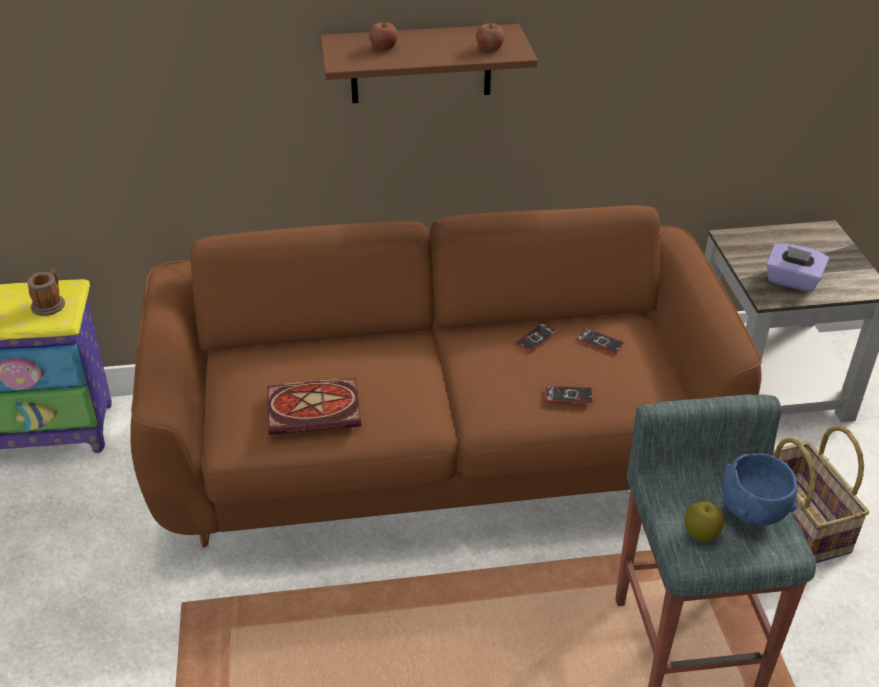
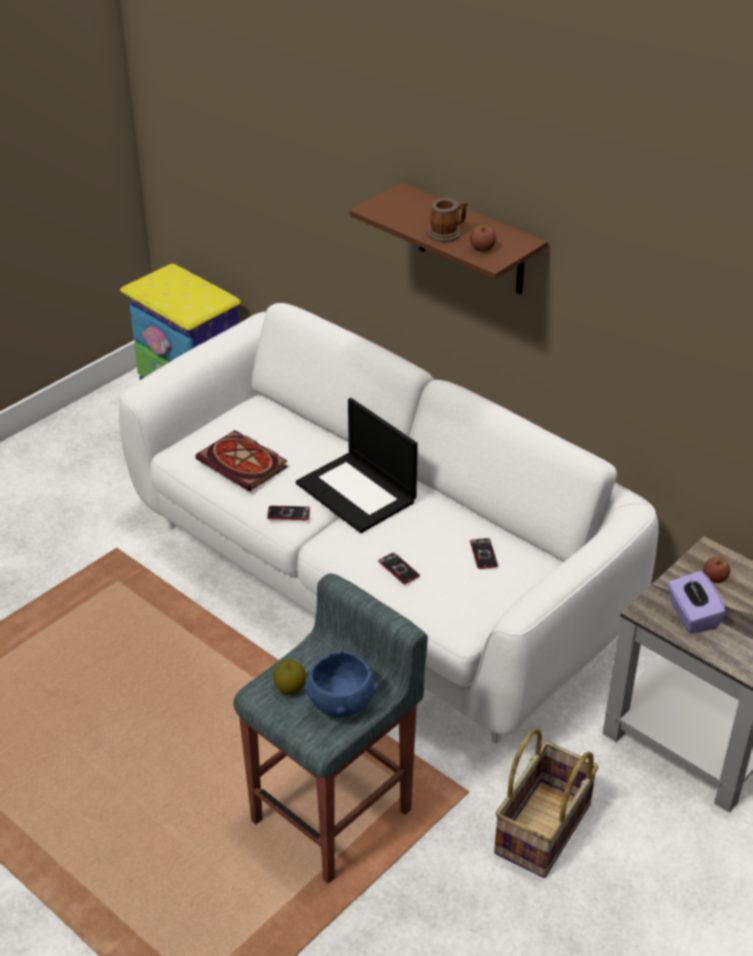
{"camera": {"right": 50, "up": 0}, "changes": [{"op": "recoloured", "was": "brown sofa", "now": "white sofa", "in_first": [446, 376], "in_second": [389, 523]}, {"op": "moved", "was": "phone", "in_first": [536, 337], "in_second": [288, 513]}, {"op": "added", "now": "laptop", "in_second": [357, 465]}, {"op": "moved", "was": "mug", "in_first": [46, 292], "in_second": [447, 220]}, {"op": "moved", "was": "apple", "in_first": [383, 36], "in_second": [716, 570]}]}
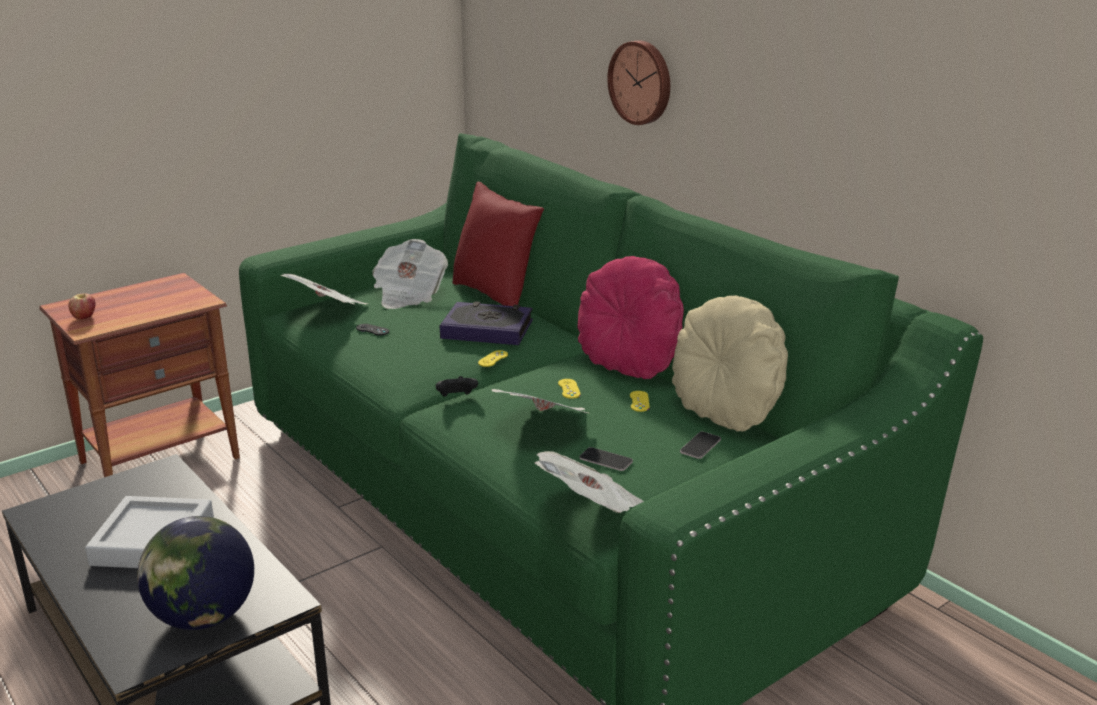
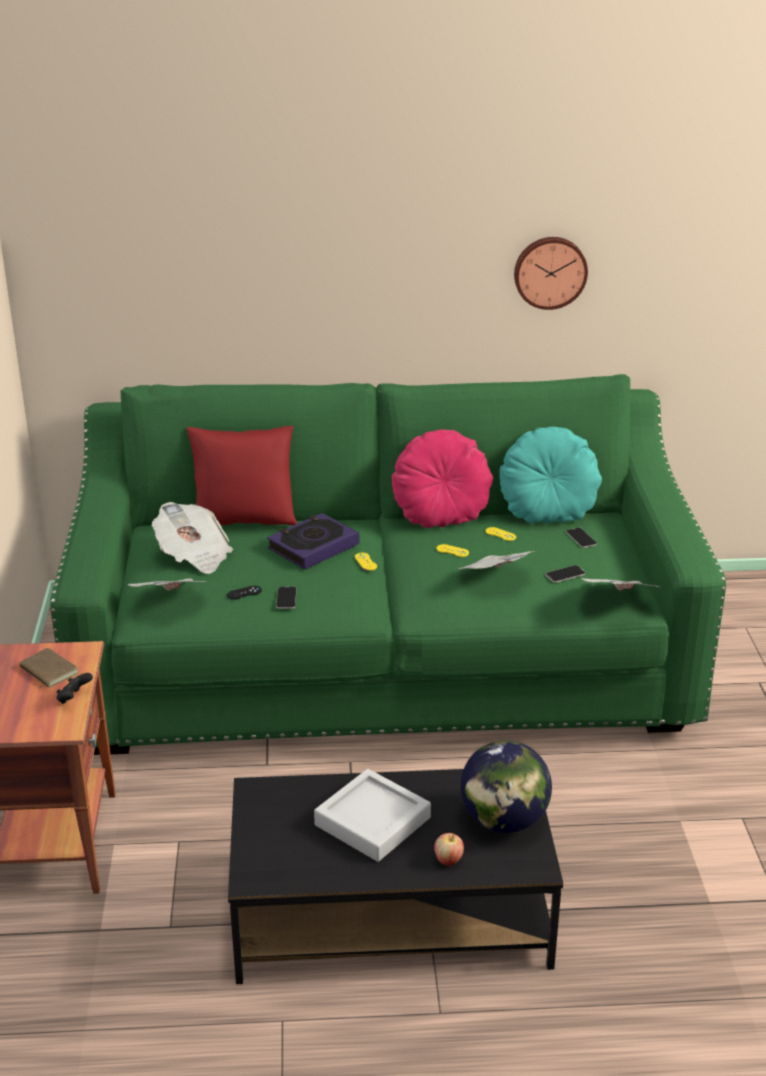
{"camera": {"right": -55, "up": 5}, "changes": [{"op": "added", "now": "brown book", "in_second": [48, 668]}, {"op": "moved", "was": "black game controller", "in_first": [457, 386], "in_second": [74, 688]}, {"op": "added", "now": "phone", "in_second": [286, 598]}, {"op": "moved", "was": "apple", "in_first": [81, 306], "in_second": [449, 849]}, {"op": "recoloured", "was": "beige pillow", "now": "turquoise pillow", "in_first": [730, 363], "in_second": [550, 475]}, {"op": "moved", "was": "wall clock", "in_first": [638, 83], "in_second": [551, 273]}]}
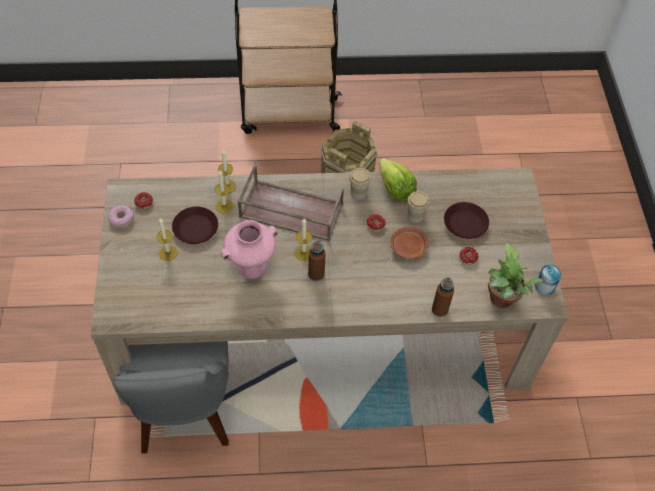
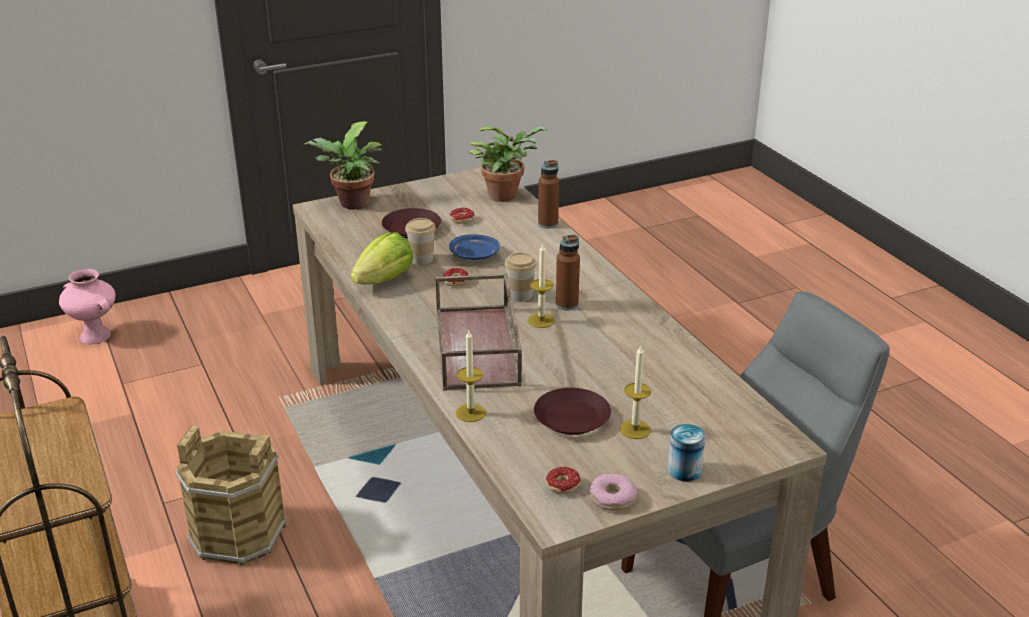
{"camera": {"right": -110, "up": -25}, "changes": [{"op": "moved", "was": "pink vase", "in_first": [249, 249], "in_second": [87, 306]}, {"op": "added", "now": "potted plant", "in_second": [343, 165]}, {"op": "recoloured", "was": "brown plate", "now": "blue plate", "in_first": [409, 243], "in_second": [474, 247]}, {"op": "moved", "was": "cup", "in_first": [360, 183], "in_second": [520, 277]}, {"op": "moved", "was": "can", "in_first": [548, 279], "in_second": [687, 453]}, {"op": "removed", "was": "candle", "in_first": [224, 192]}]}
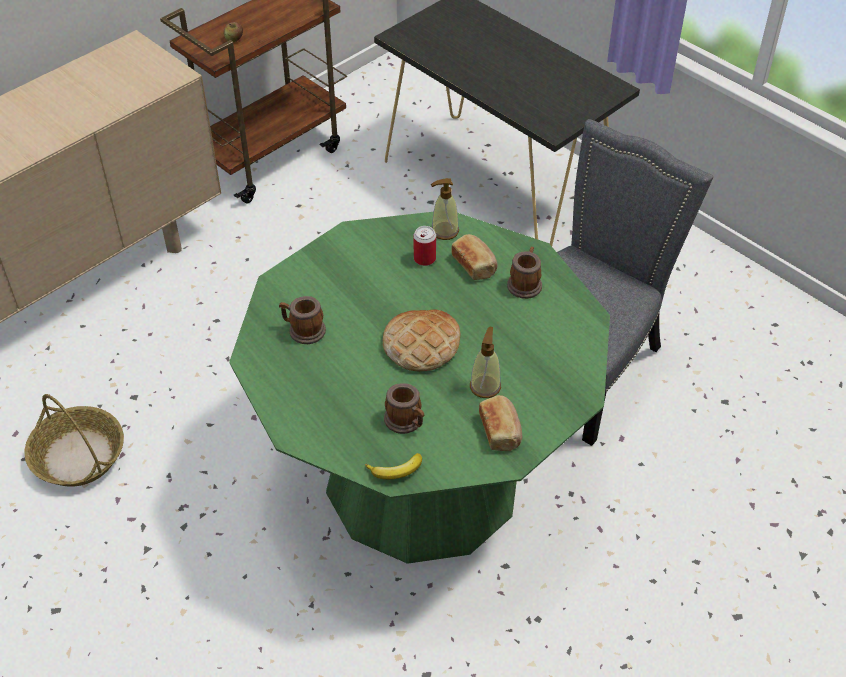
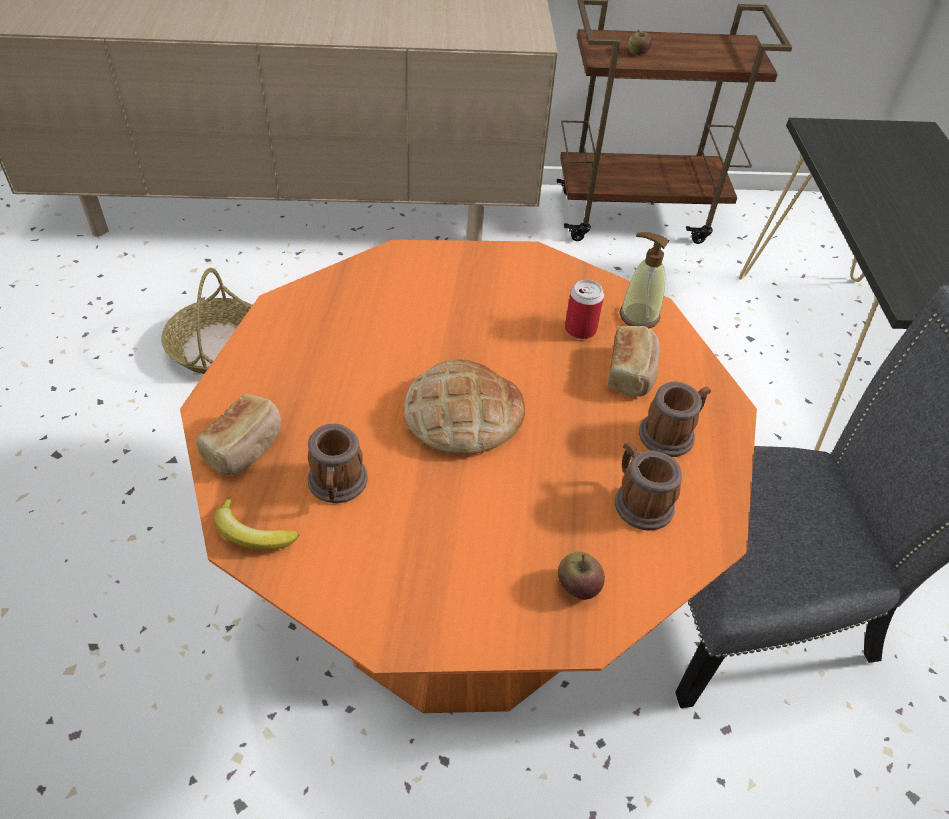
{"camera": {"right": 40, "up": 0}, "changes": [{"op": "recoloured", "was": "green dining table", "now": "orange dining table", "in_first": [419, 388], "in_second": [468, 476]}, {"op": "moved", "was": "bread", "in_first": [500, 423], "in_second": [238, 434]}, {"op": "added", "now": "apple", "in_second": [581, 576]}, {"op": "moved", "was": "mug", "in_first": [302, 320], "in_second": [648, 486]}, {"op": "removed", "was": "soap dispenser", "in_first": [485, 362]}]}
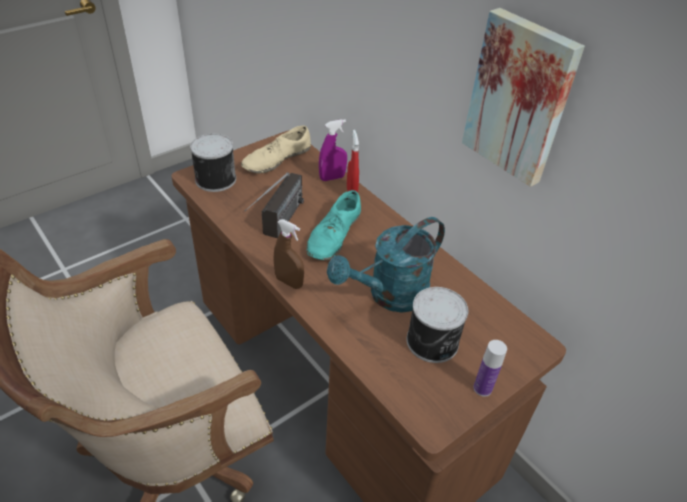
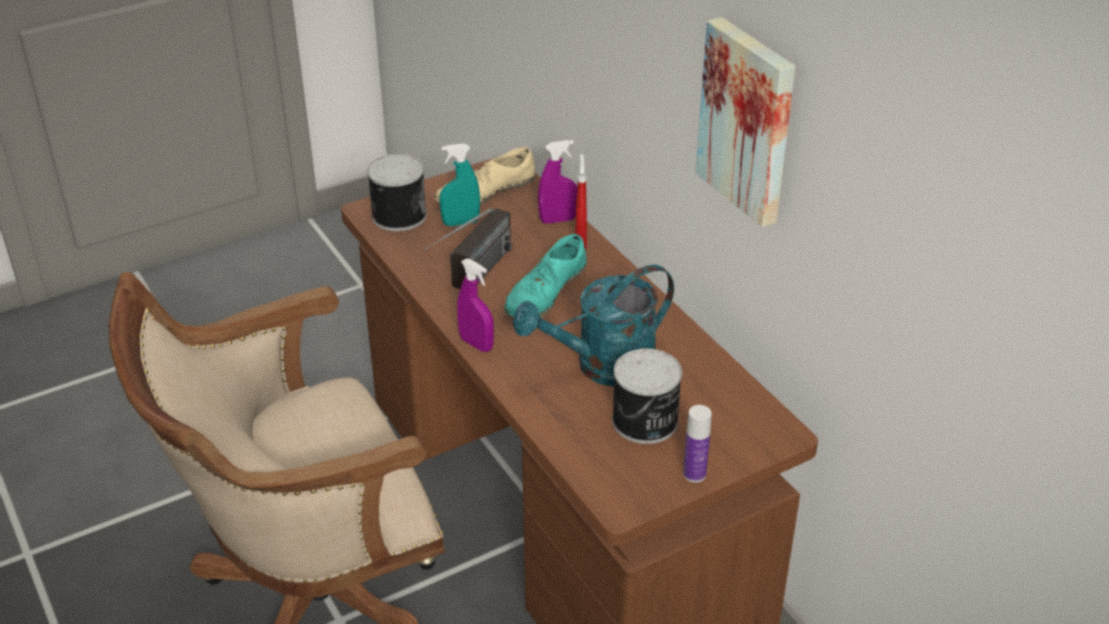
{"camera": {"right": 10, "up": -5}, "changes": [{"op": "added", "now": "turquoise spray bottle", "in_second": [459, 184]}, {"op": "recoloured", "was": "brown spray bottle", "now": "purple spray bottle", "in_first": [289, 254], "in_second": [475, 305]}]}
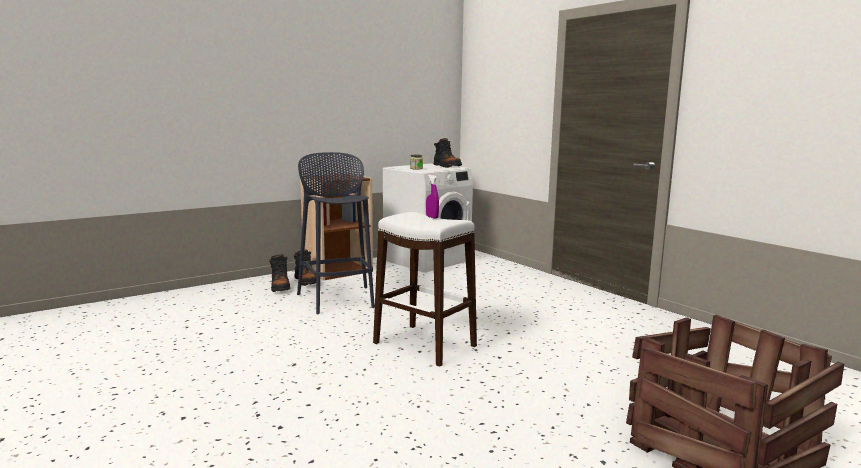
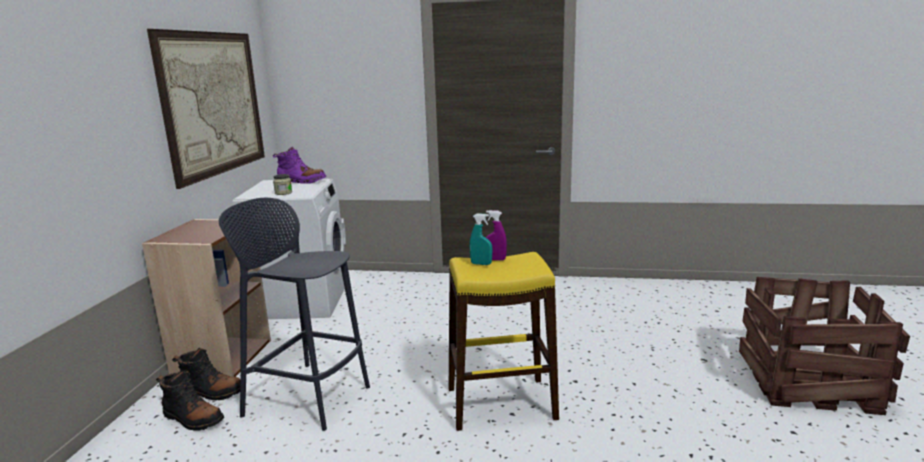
{"camera": {"right": -45, "up": 5}, "changes": [{"op": "added", "now": "picture", "in_second": [206, 109]}, {"op": "recoloured", "was": "black boot", "now": "purple boot", "in_first": [448, 153], "in_second": [300, 165]}, {"op": "recoloured", "was": "white stool", "now": "yellow stool", "in_first": [425, 289], "in_second": [504, 341]}, {"op": "added", "now": "turquoise spray bottle", "in_second": [481, 239]}]}
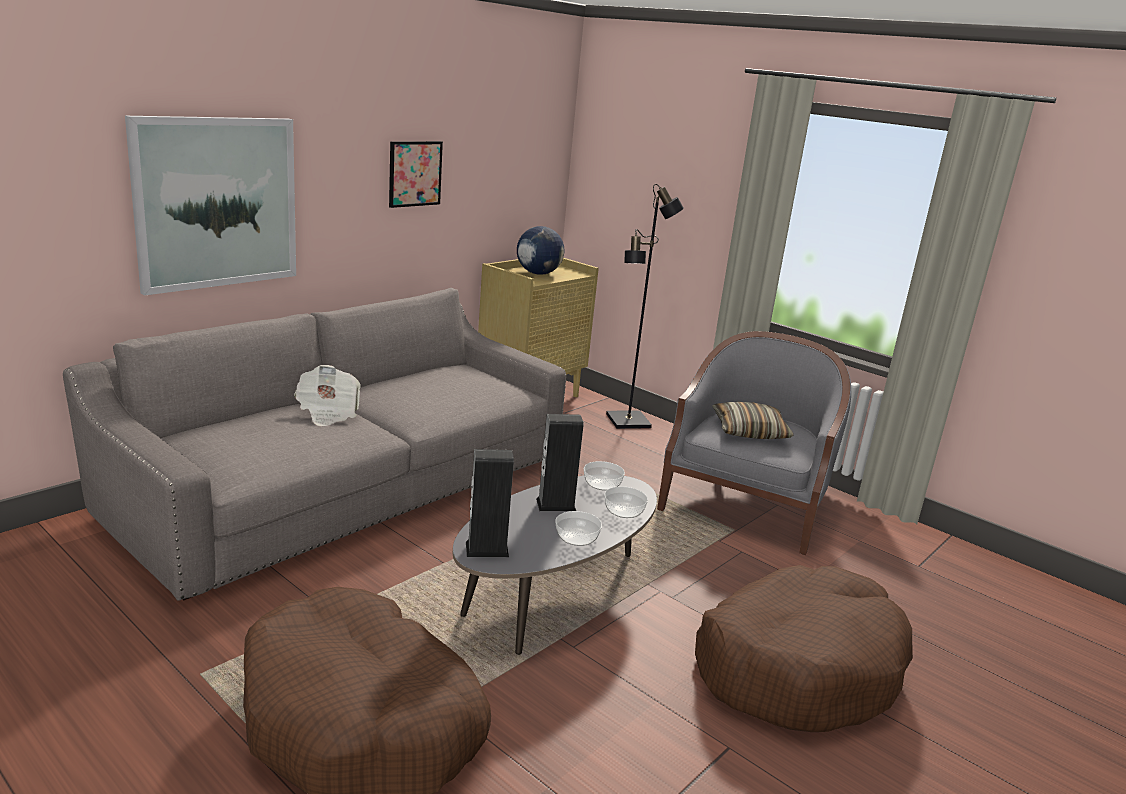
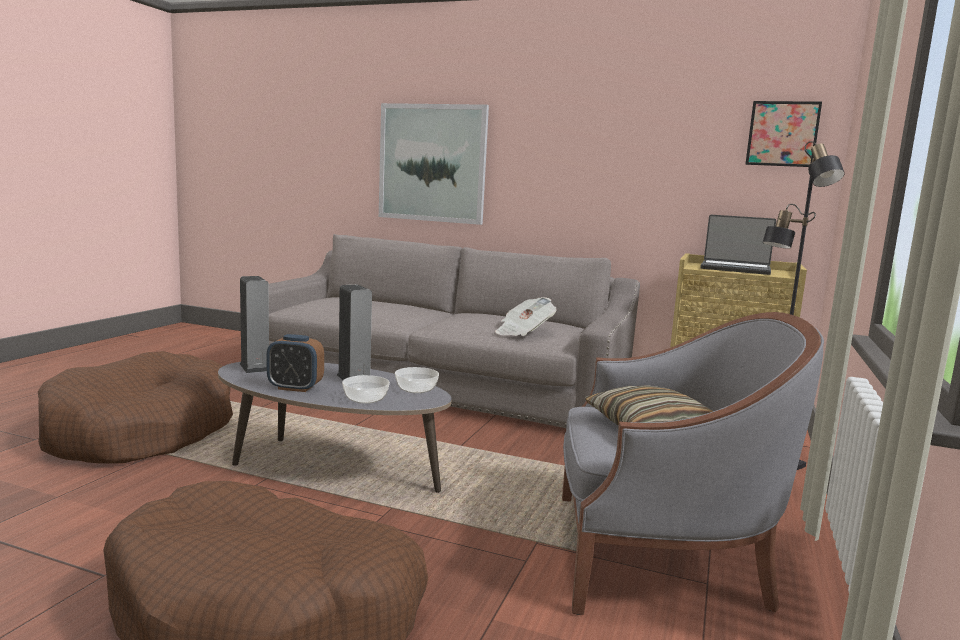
{"camera": {"right": 70, "up": -10}, "changes": [{"op": "replaced", "was": "bowl", "now": "alarm clock", "in_first": [578, 528], "in_second": [295, 363]}, {"op": "moved", "was": "newspaper", "in_first": [327, 395], "in_second": [526, 316]}, {"op": "replaced", "was": "globe", "now": "laptop", "in_first": [540, 250], "in_second": [738, 245]}, {"op": "moved", "was": "picture", "in_first": [416, 174], "in_second": [783, 134]}]}
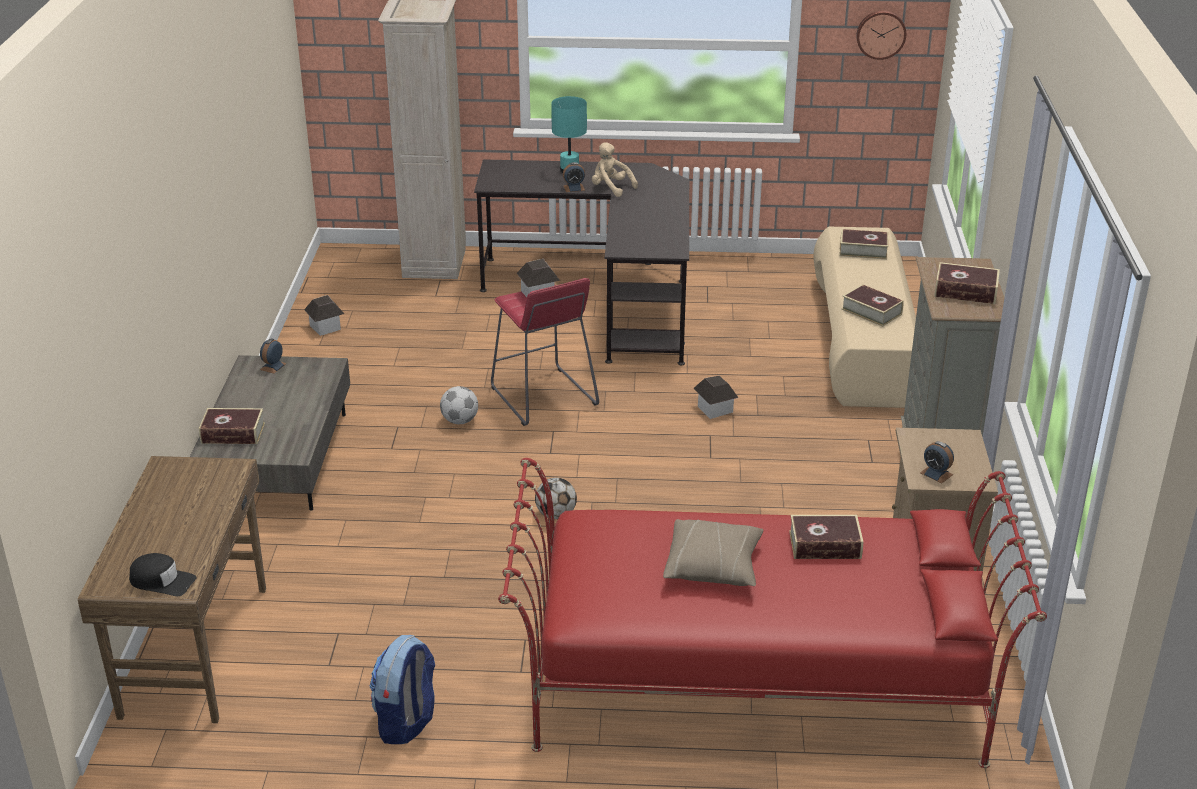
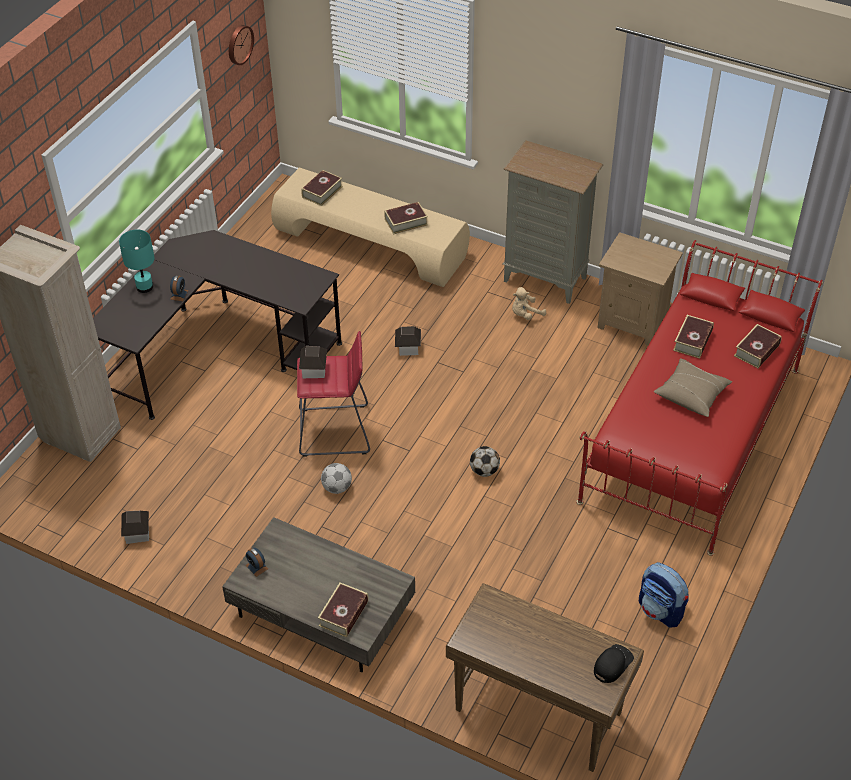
{"camera": {"right": -65, "up": 15}, "changes": [{"op": "moved", "was": "beige plush toy", "in_first": [615, 169], "in_second": [529, 303]}, {"op": "moved", "was": "book", "in_first": [967, 283], "in_second": [758, 346]}, {"op": "removed", "was": "alarm clock", "in_first": [937, 462]}]}
